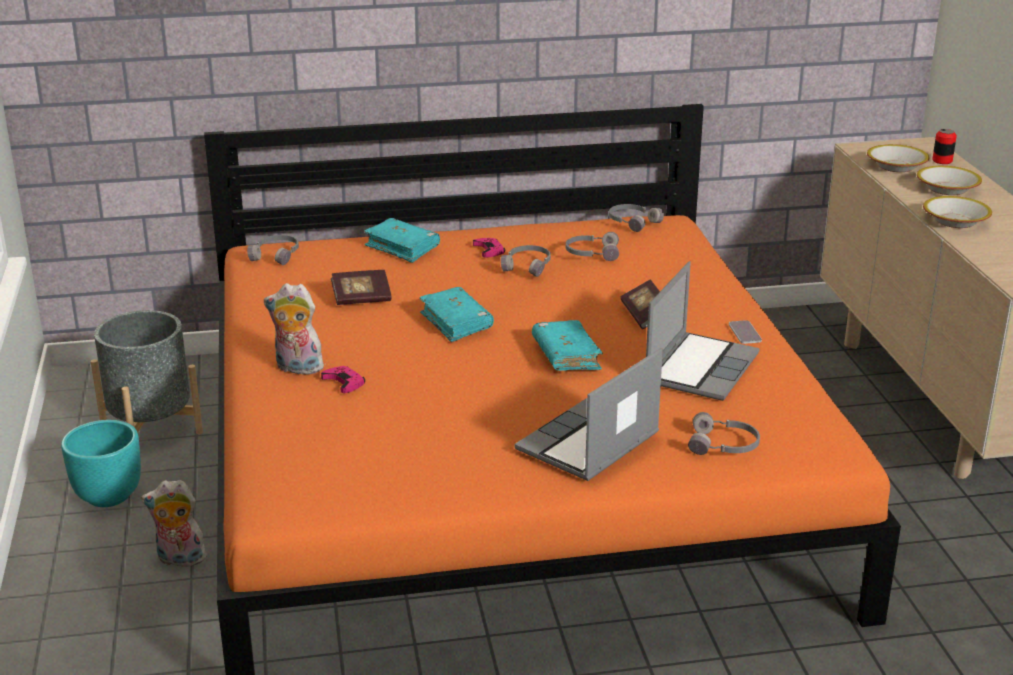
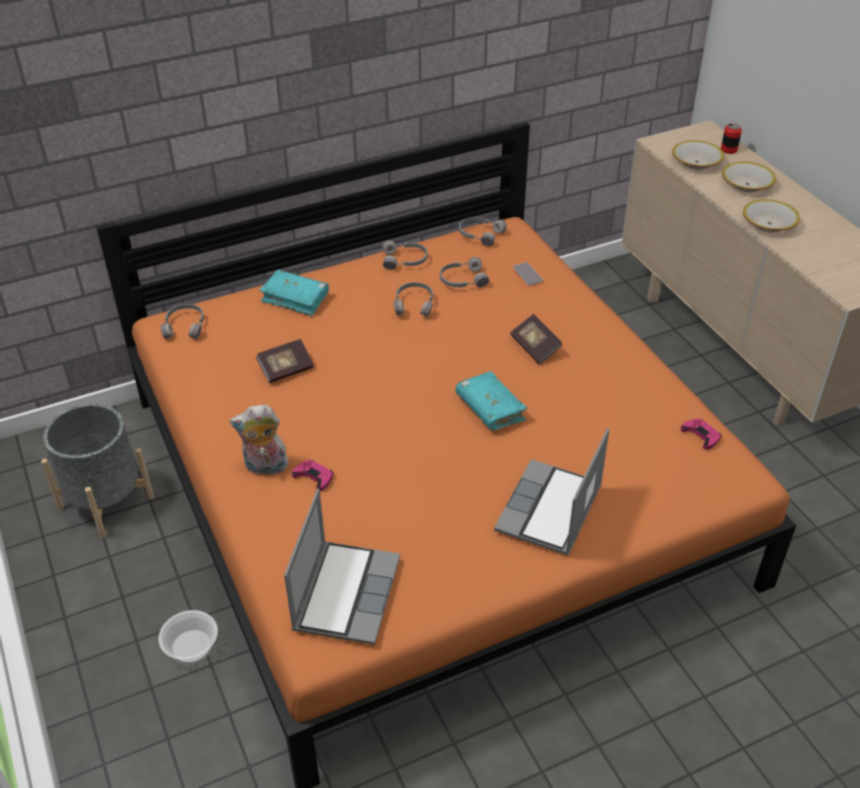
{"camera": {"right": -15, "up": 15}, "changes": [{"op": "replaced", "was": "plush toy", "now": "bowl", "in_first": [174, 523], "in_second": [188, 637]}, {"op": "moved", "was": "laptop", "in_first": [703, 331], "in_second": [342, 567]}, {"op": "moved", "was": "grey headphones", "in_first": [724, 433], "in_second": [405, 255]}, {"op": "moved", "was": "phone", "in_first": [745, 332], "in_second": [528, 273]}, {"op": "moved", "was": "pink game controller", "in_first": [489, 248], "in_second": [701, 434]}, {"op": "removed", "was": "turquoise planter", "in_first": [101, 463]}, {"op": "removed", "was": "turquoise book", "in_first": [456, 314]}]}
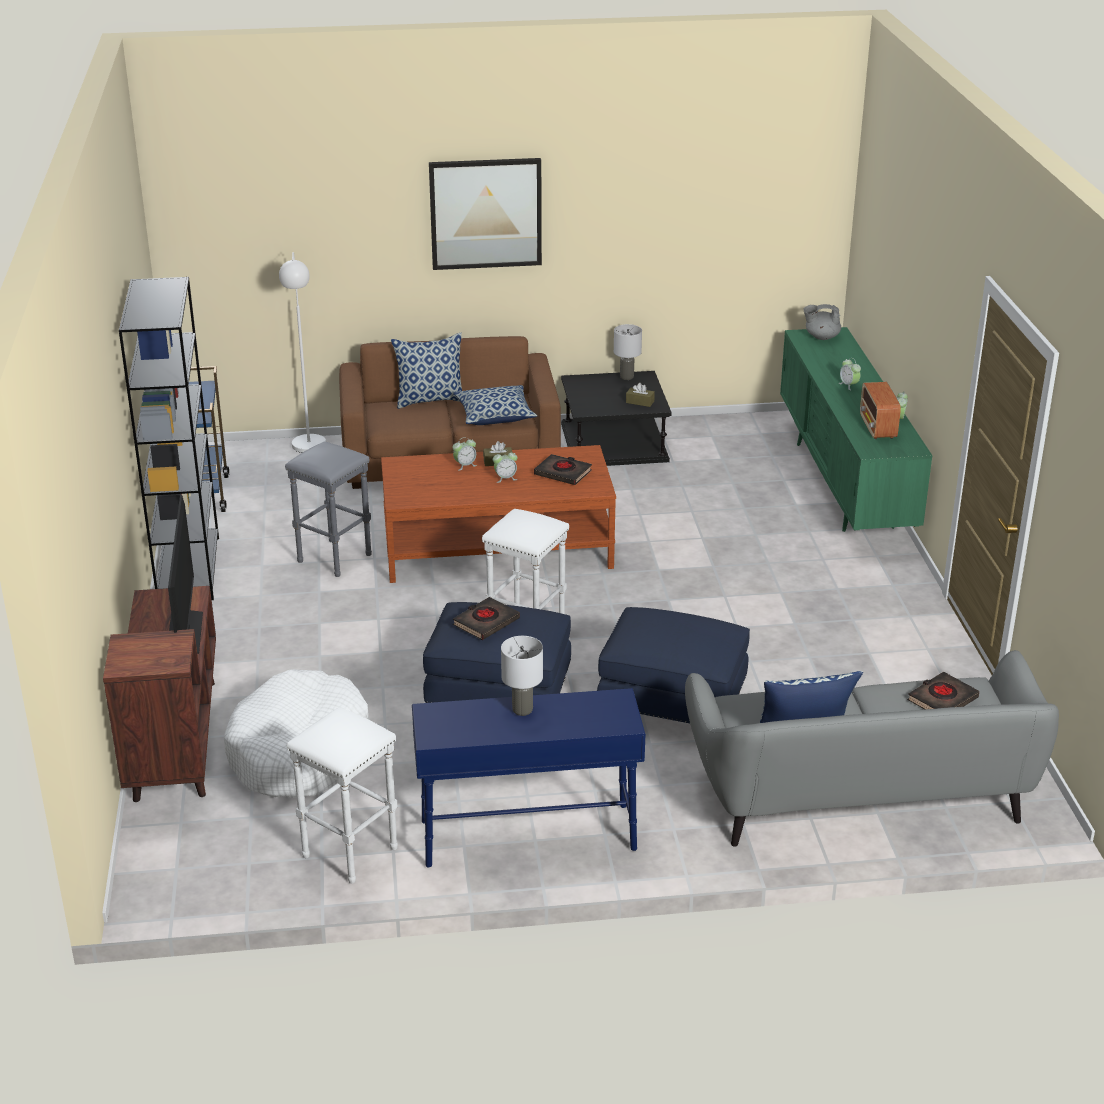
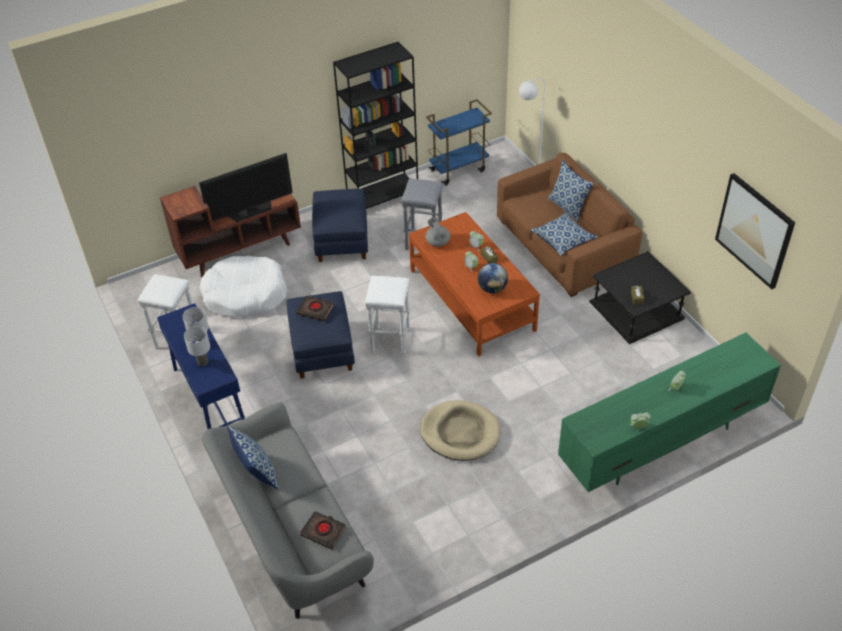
{"camera": {"right": 70, "up": 15}, "changes": [{"op": "moved", "was": "white table lamp", "in_first": [628, 352], "in_second": [197, 346]}, {"op": "moved", "was": "blue ottoman", "in_first": [673, 665], "in_second": [340, 225]}, {"op": "added", "now": "beige dog bed", "in_second": [460, 430]}, {"op": "moved", "was": "grey teapot", "in_first": [822, 322], "in_second": [437, 232]}, {"op": "replaced", "was": "black book", "now": "globe", "in_first": [563, 469], "in_second": [493, 278]}, {"op": "moved", "was": "picture", "in_first": [485, 214], "in_second": [755, 231]}, {"op": "removed", "was": "radio", "in_first": [880, 410]}]}
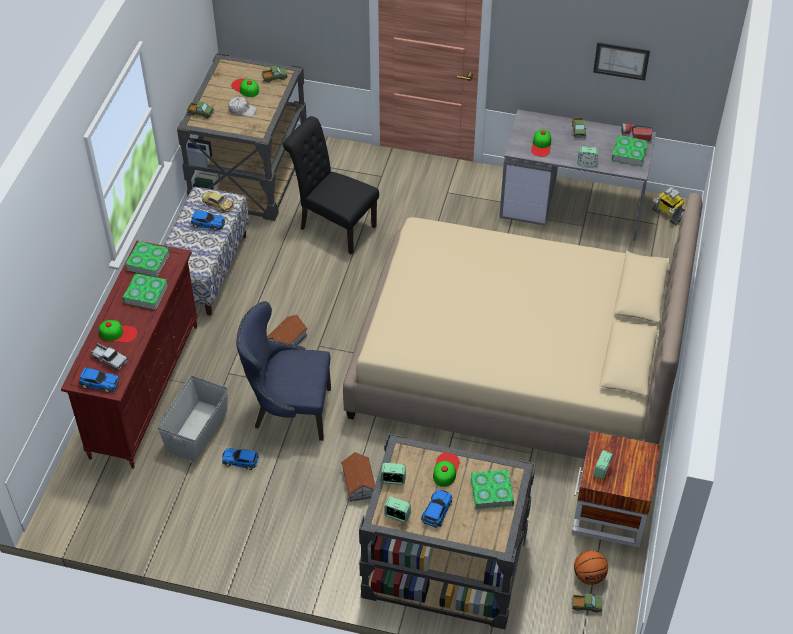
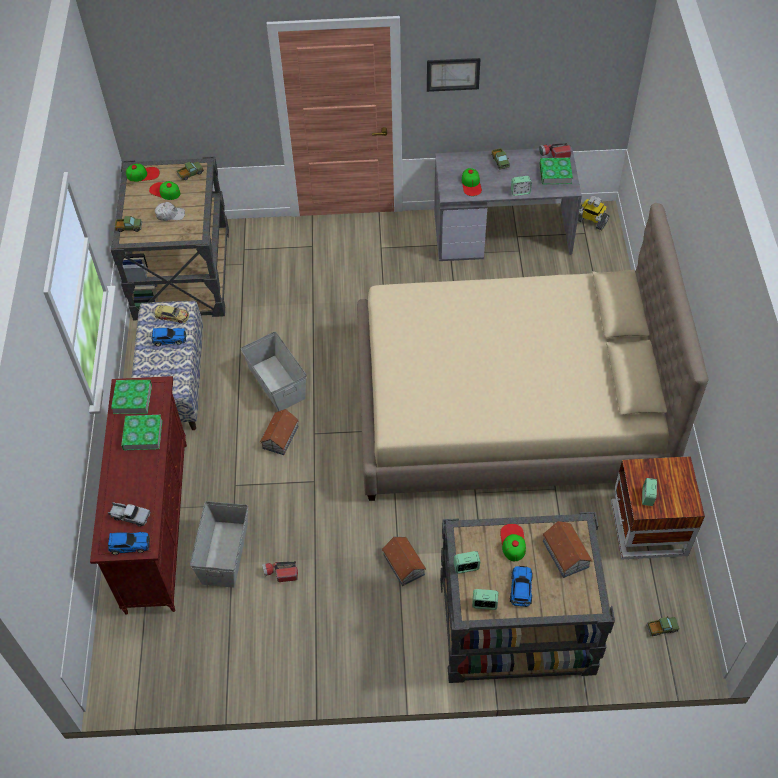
{"camera": {"right": -15, "up": 5}, "changes": [{"op": "moved", "was": "cap", "in_first": [118, 331], "in_second": [143, 172]}, {"op": "added", "now": "grey storage box", "in_second": [274, 371]}, {"op": "replaced", "was": "toy car", "now": "flashlight", "in_first": [240, 459], "in_second": [280, 571]}, {"op": "moved", "was": "picture", "in_first": [621, 61], "in_second": [453, 75]}, {"op": "replaced", "was": "book", "now": "toy house", "in_first": [492, 490], "in_second": [568, 549]}, {"op": "removed", "was": "blue chair", "in_first": [283, 371]}, {"op": "removed", "was": "black chair", "in_first": [331, 185]}, {"op": "removed", "was": "basketball", "in_first": [591, 567]}]}
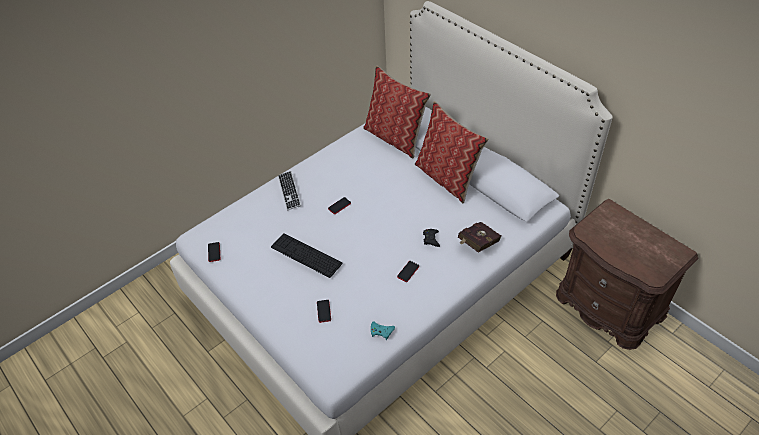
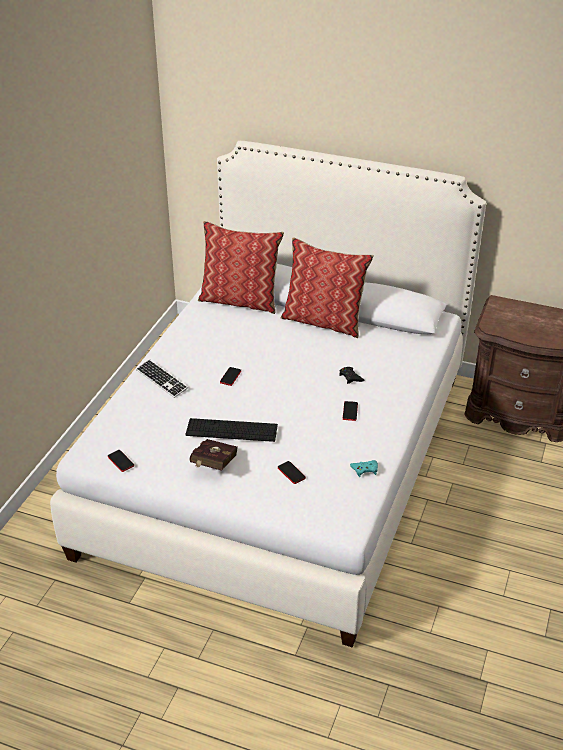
{"camera": {"right": -30, "up": -10}, "changes": [{"op": "moved", "was": "red book", "in_first": [479, 237], "in_second": [213, 455]}]}
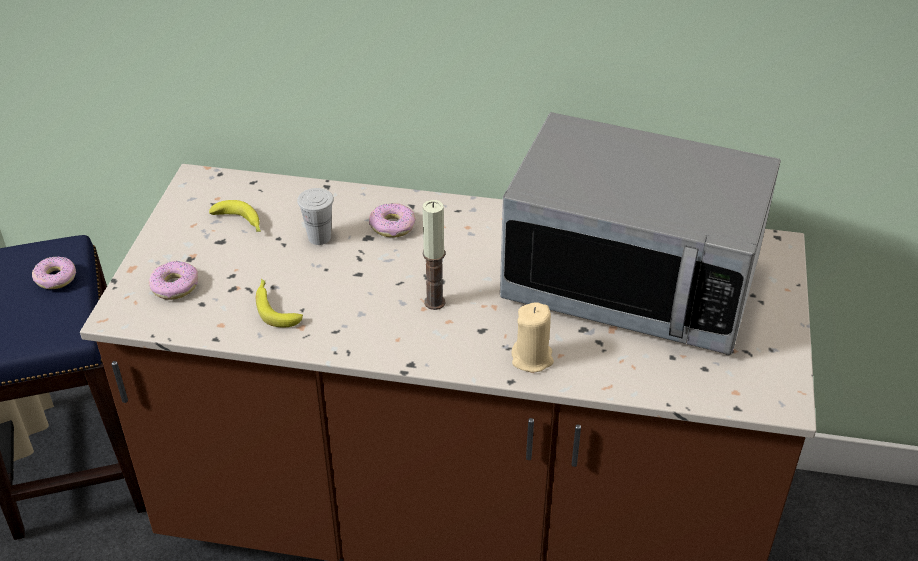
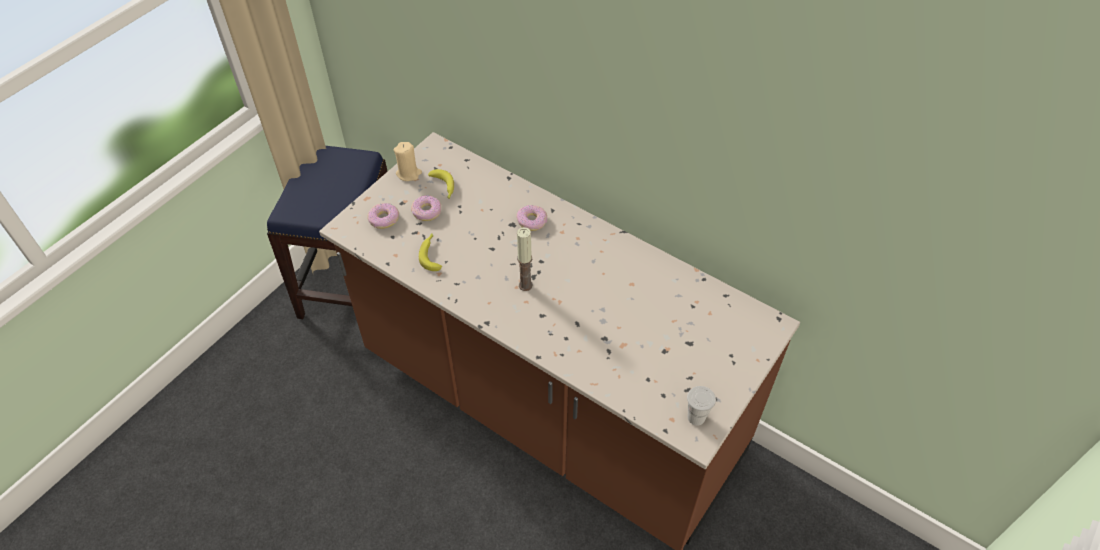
{"camera": {"right": 25, "up": 10}, "changes": [{"op": "moved", "was": "beige candle", "in_first": [532, 337], "in_second": [408, 161]}, {"op": "moved", "was": "donut", "in_first": [54, 272], "in_second": [426, 208]}, {"op": "moved", "was": "white cup", "in_first": [315, 216], "in_second": [701, 406]}, {"op": "removed", "was": "microwave", "in_first": [640, 233]}]}
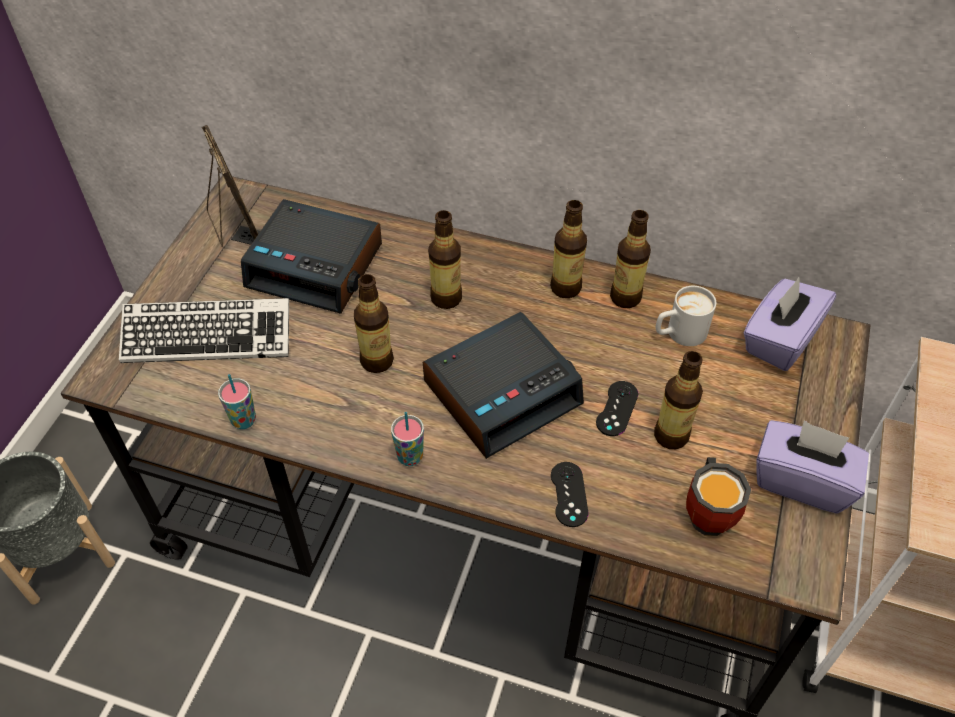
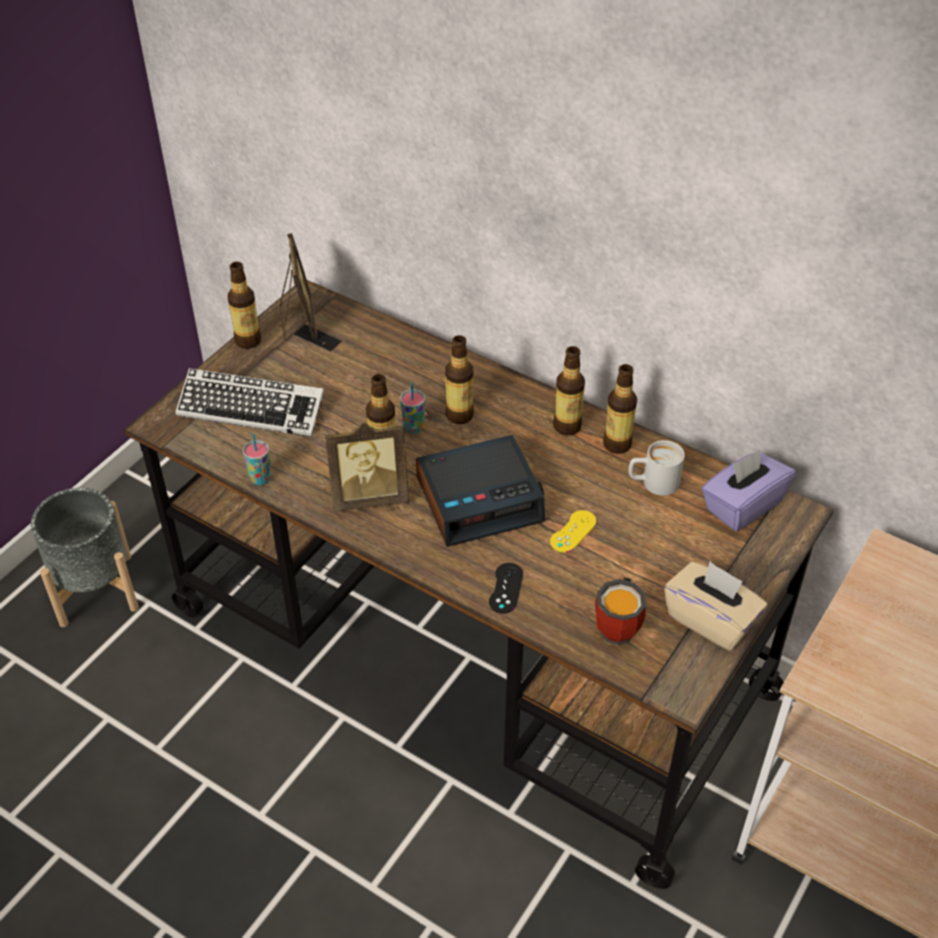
{"camera": {"right": 15, "up": -5}, "changes": [{"op": "moved", "was": "bottle", "in_first": [678, 400], "in_second": [244, 305]}, {"op": "added", "now": "picture frame", "in_second": [367, 467]}, {"op": "moved", "was": "cup", "in_first": [407, 439], "in_second": [412, 407]}, {"op": "recoloured", "was": "black game controller", "now": "yellow game controller", "in_first": [617, 408], "in_second": [573, 531]}, {"op": "recoloured", "was": "purple tissue box", "now": "beige tissue box", "in_first": [812, 466], "in_second": [715, 605]}, {"op": "removed", "was": "alarm clock", "in_first": [311, 256]}]}
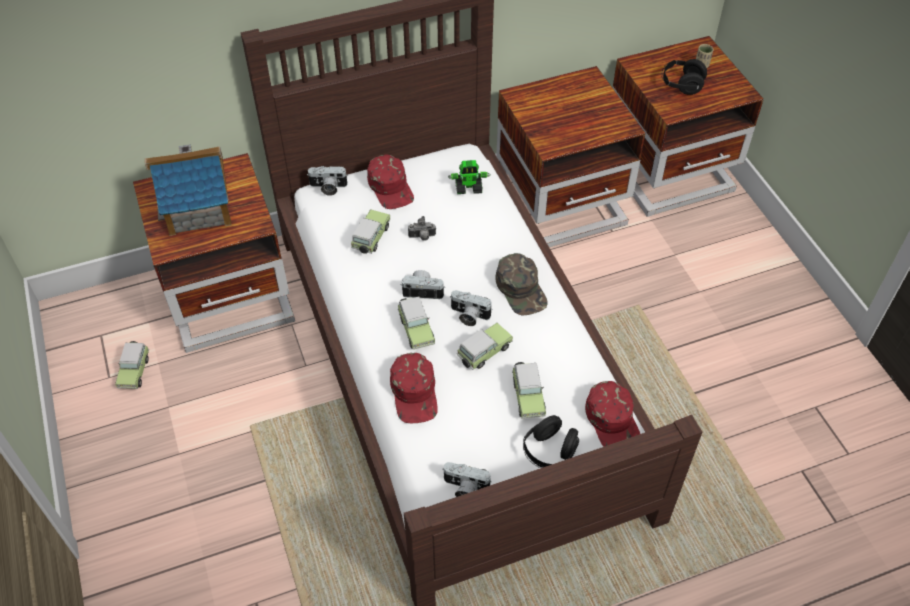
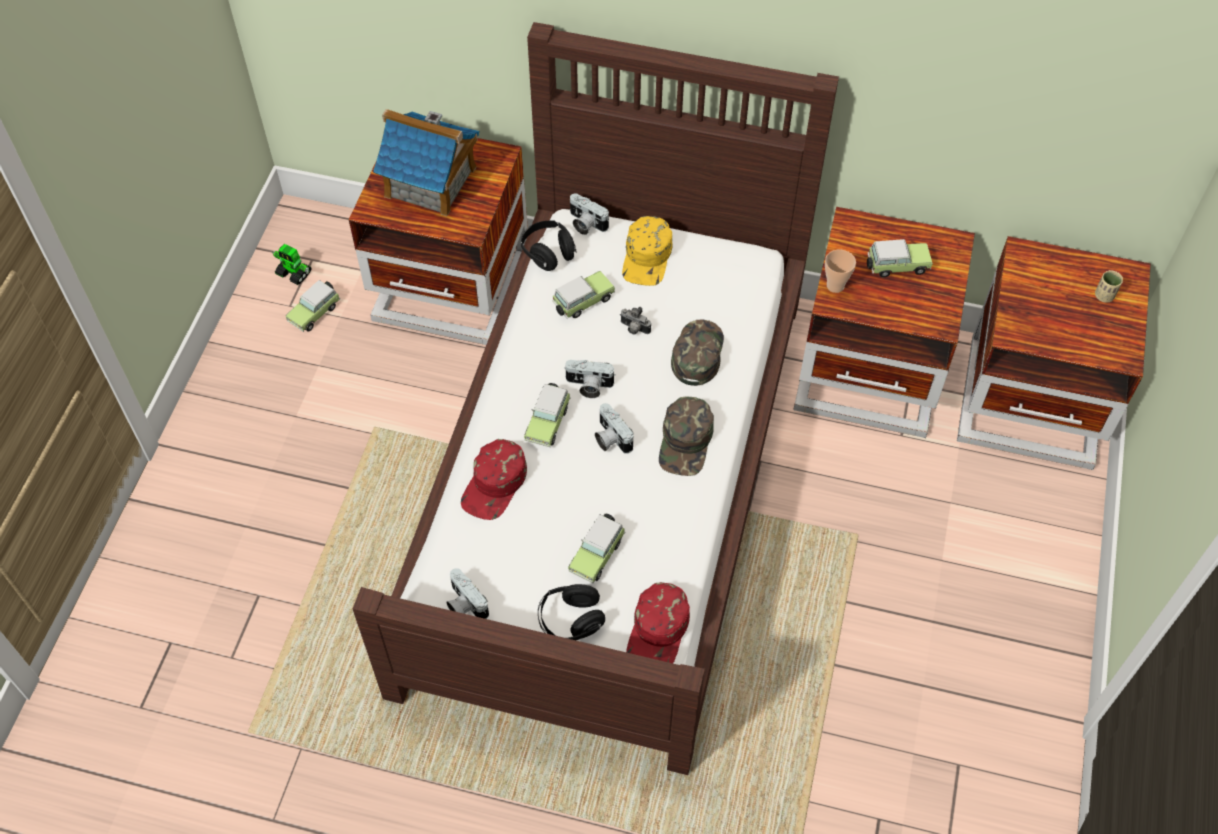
{"camera": {"right": 35, "up": 5}, "changes": [{"op": "moved", "was": "toy robot", "in_first": [469, 177], "in_second": [292, 264]}, {"op": "moved", "was": "black headphones", "in_first": [684, 77], "in_second": [549, 246]}, {"op": "turned", "was": "photo camera", "in_first": [422, 284], "in_second": [590, 379], "clockwise": 150}, {"op": "recoloured", "was": "red cap", "now": "yellow cap", "in_first": [390, 181], "in_second": [647, 251]}, {"op": "added", "now": "green cap", "in_second": [697, 352]}, {"op": "added", "now": "cup", "in_second": [840, 271]}, {"op": "moved", "was": "toy car", "in_first": [485, 346], "in_second": [900, 258]}]}
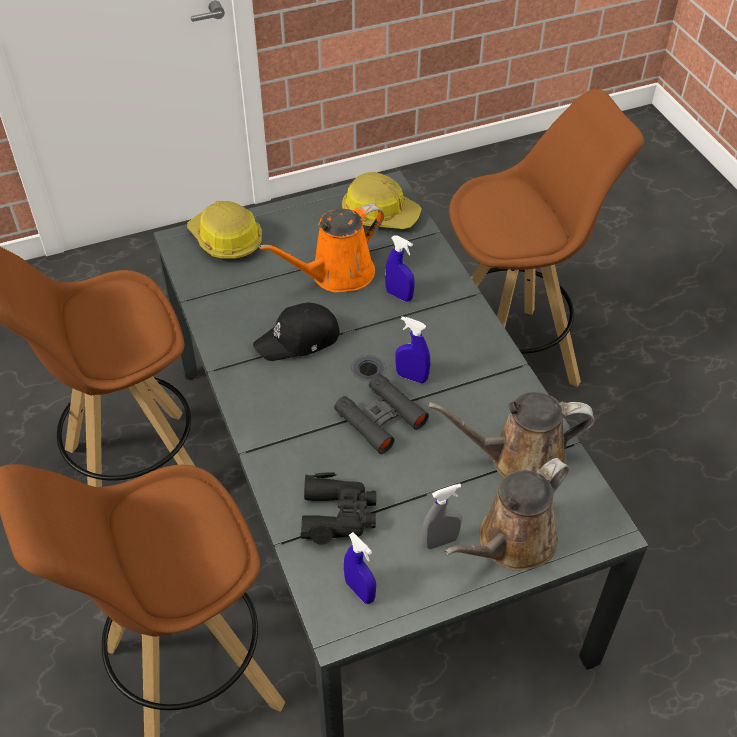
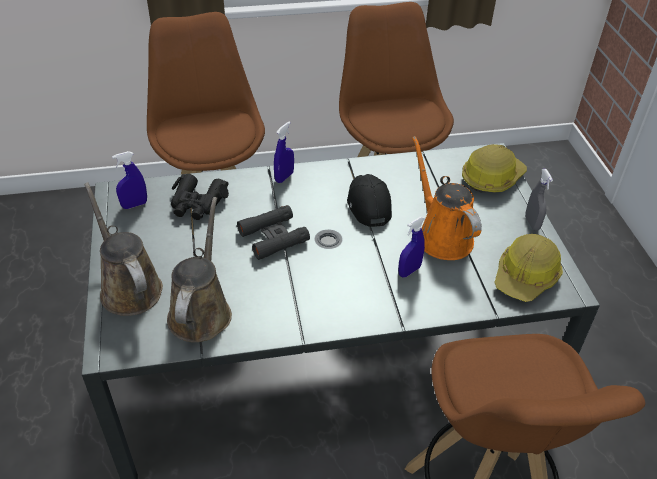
{"camera": {"right": 100, "up": -5}, "changes": [{"op": "moved", "was": "blue spray bottle", "in_first": [412, 349], "in_second": [284, 152]}, {"op": "moved", "was": "grey spray bottle", "in_first": [442, 516], "in_second": [539, 200]}]}
